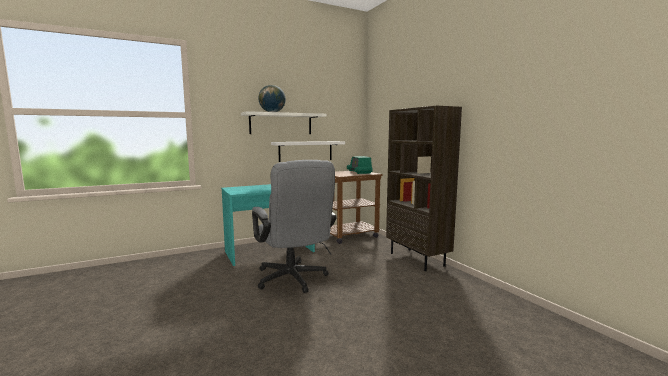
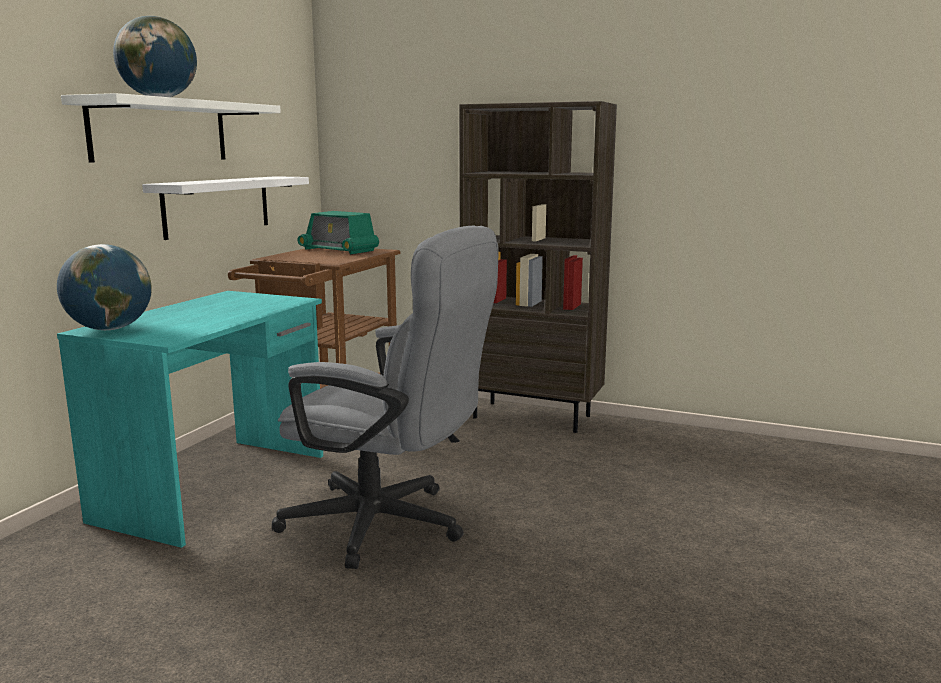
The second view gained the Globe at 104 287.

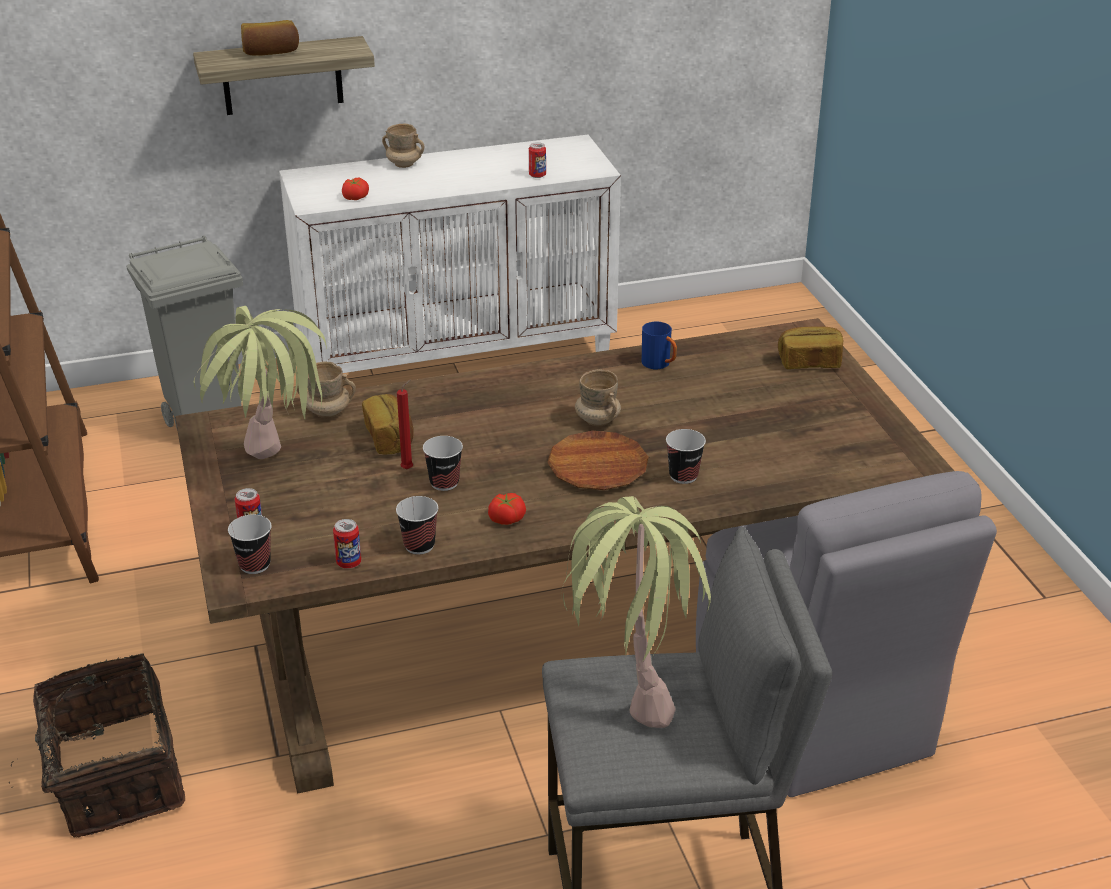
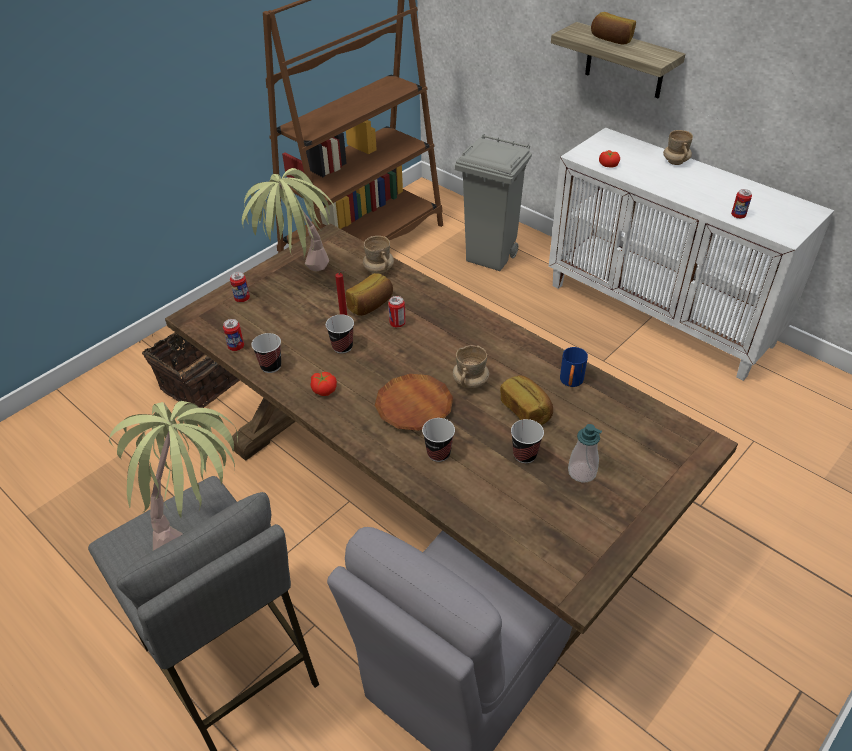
The second view gained the Can at 397 311. The second view gained the SoapDispenser at 585 453. The Cup ended up elsewhere, having gone from 250 544 to 527 441. The Bread ended up elsewhere, having gone from 810 347 to 526 400.

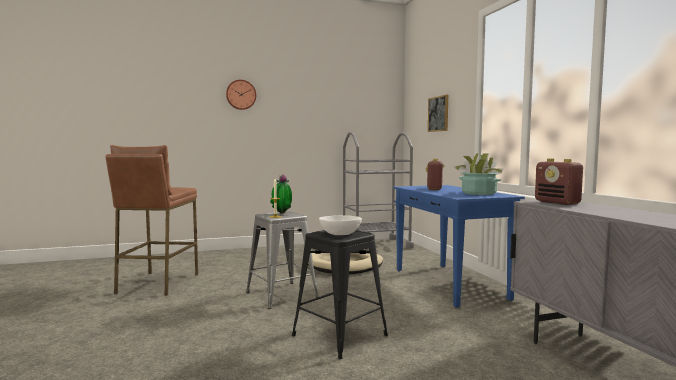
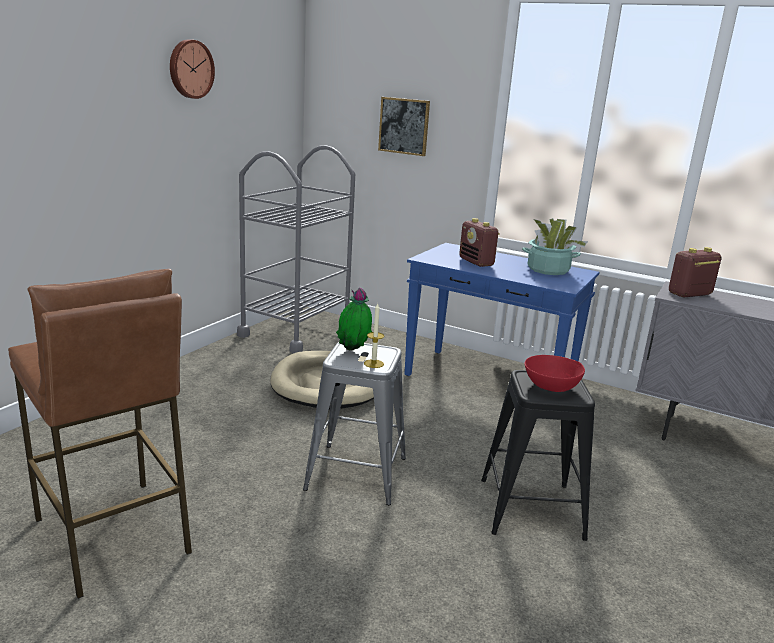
The WallClock ended up elsewhere, having gone from 241 95 to 192 69. What was the WhiteBowl at 340 225 turned into the RedBowl at 554 373. The Radio at 559 182 ended up facing another way, 135 degrees clockwise from before.

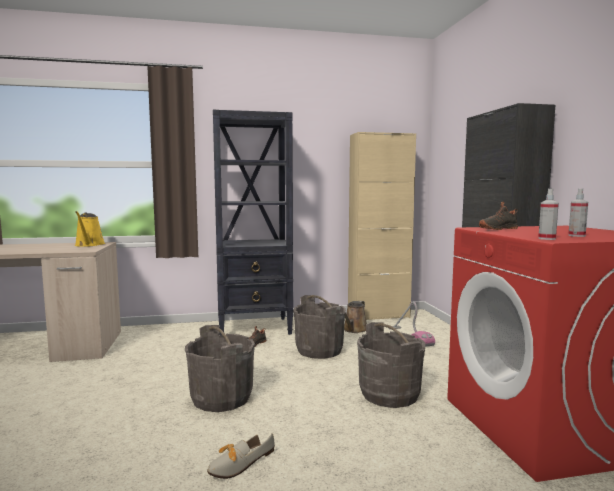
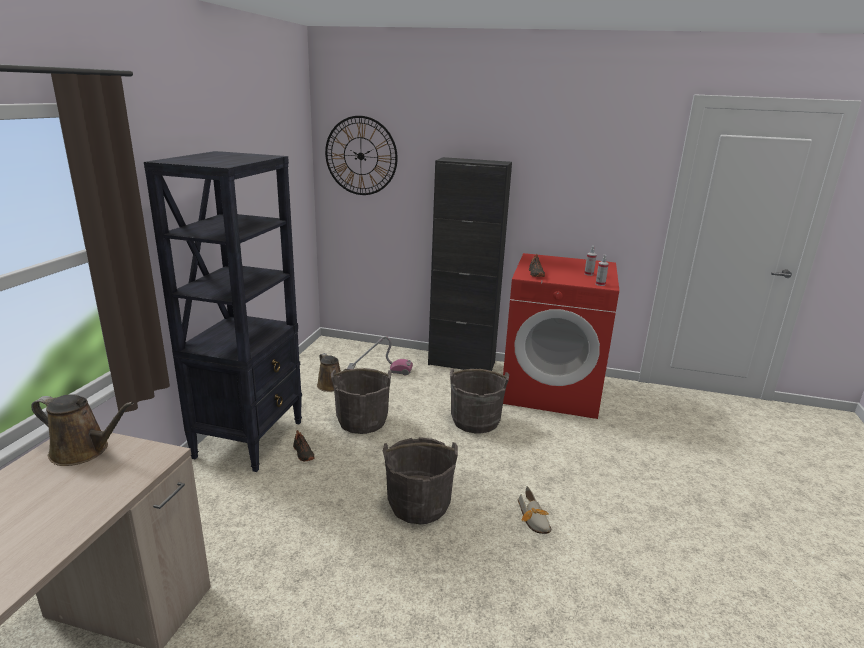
The second view lost the BeigeCabinet at 382 226. The second view gained the WallClock at 361 155. What was the YellowWateringCan at 90 229 turned into the BrownWateringCan at 82 430.

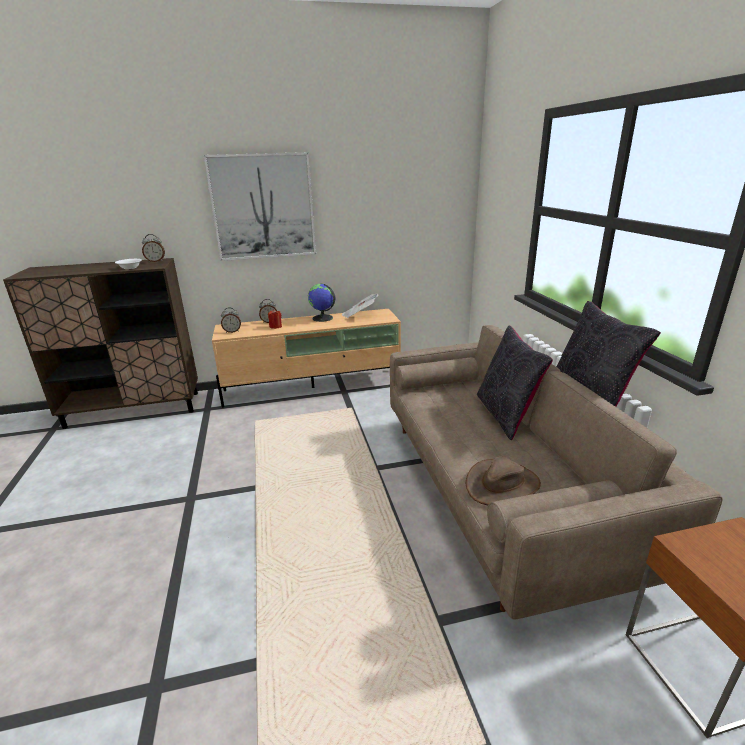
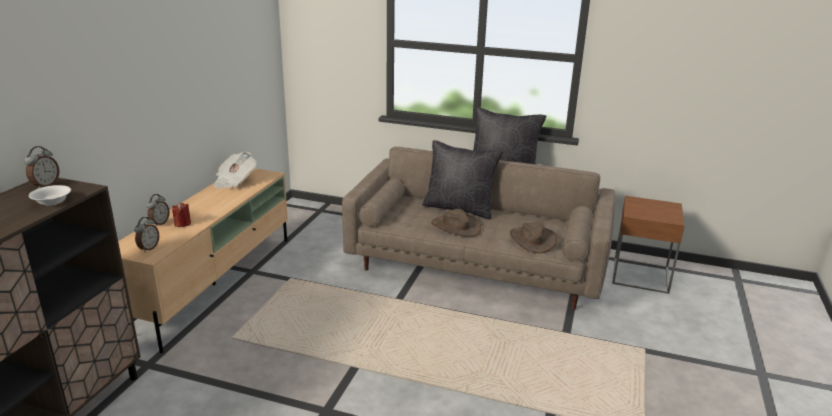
The second view lost the Picture at 260 206. The second view lost the Globe at 321 303. The second view gained the BrownHat at 456 223.

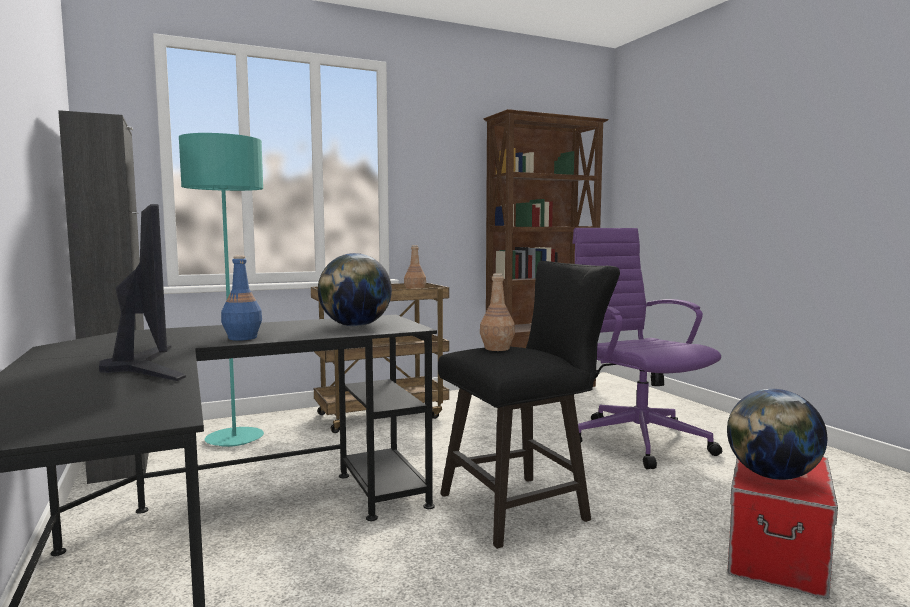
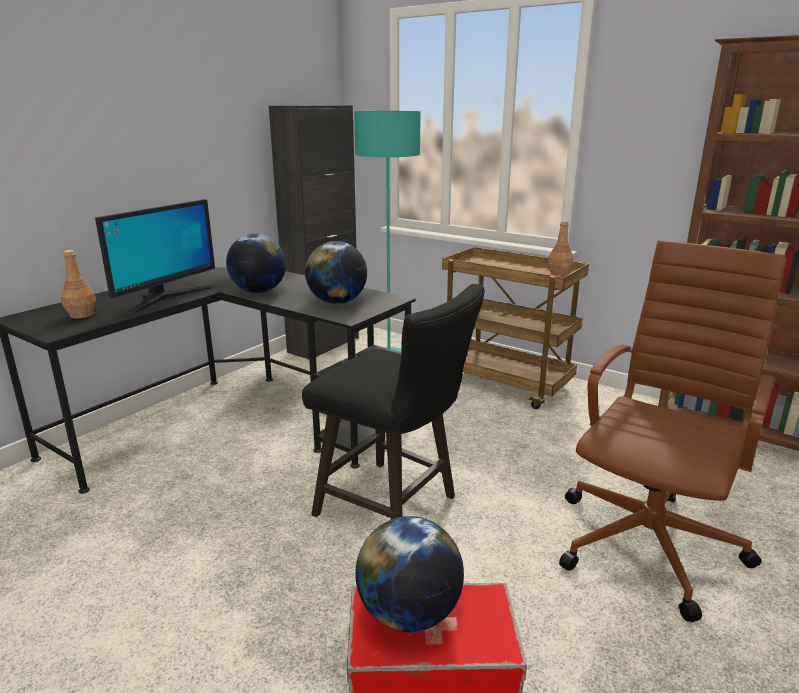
The BrownBottle ended up elsewhere, having gone from 497 312 to 78 284. Where the BlueBottle stood at 241 298, the Globe came to stand at 256 263. What was the PurpleOfficeChair at 647 348 turned into the BrownOfficeChair at 673 431.

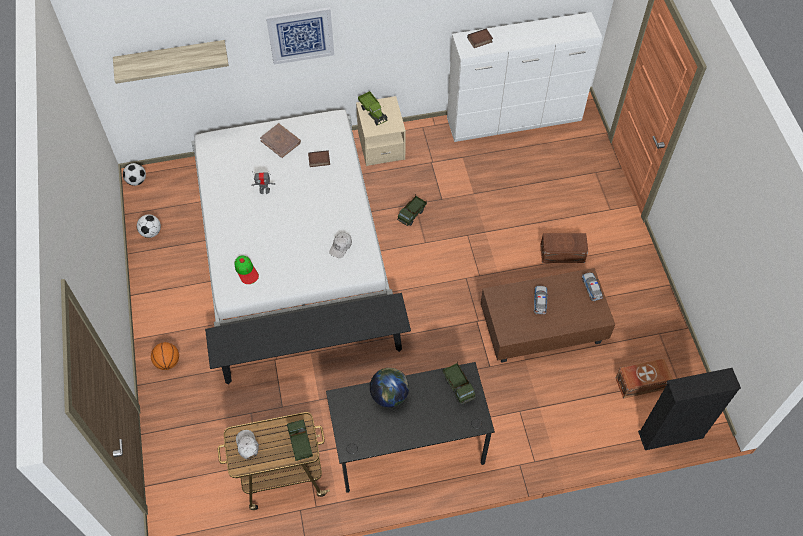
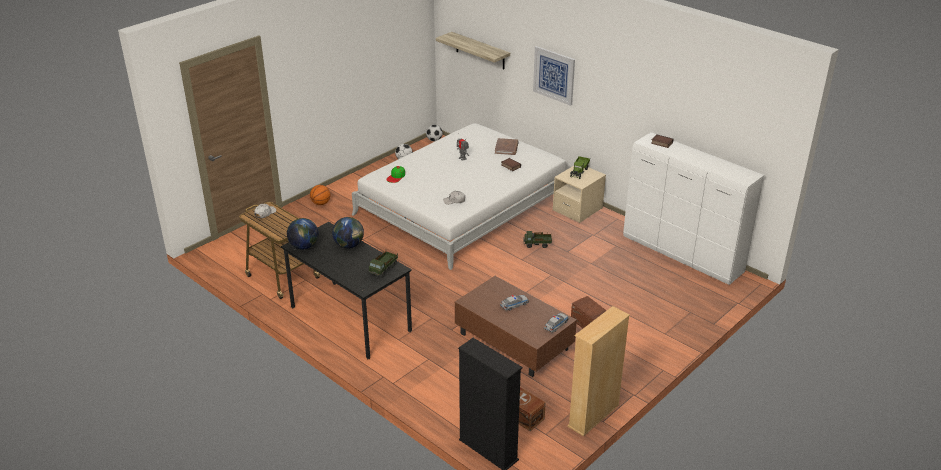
The second view lost the BlackBench at 308 338. The second view lost the ToyTruck at 299 440. The second view gained the Globe at 303 233. The second view gained the BeigeBookcase at 598 371.

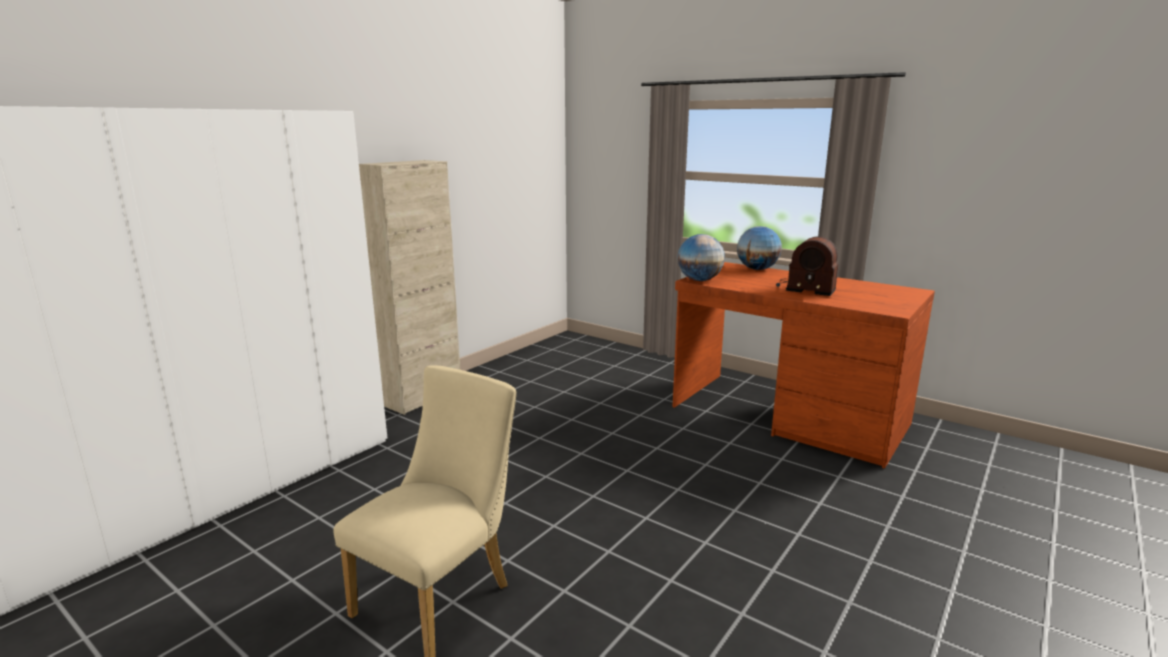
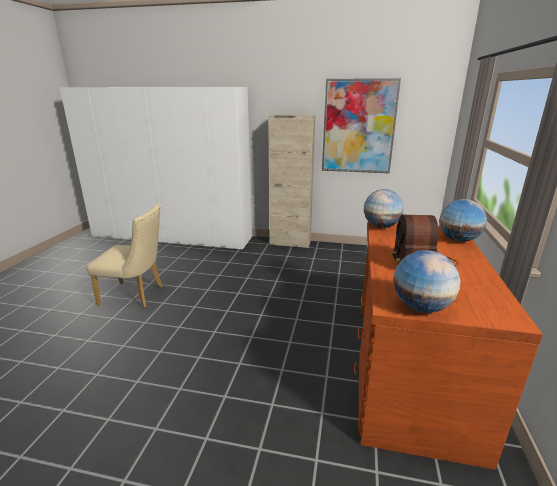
The second view gained the Picture at 361 125. The second view gained the Globe at 427 281.

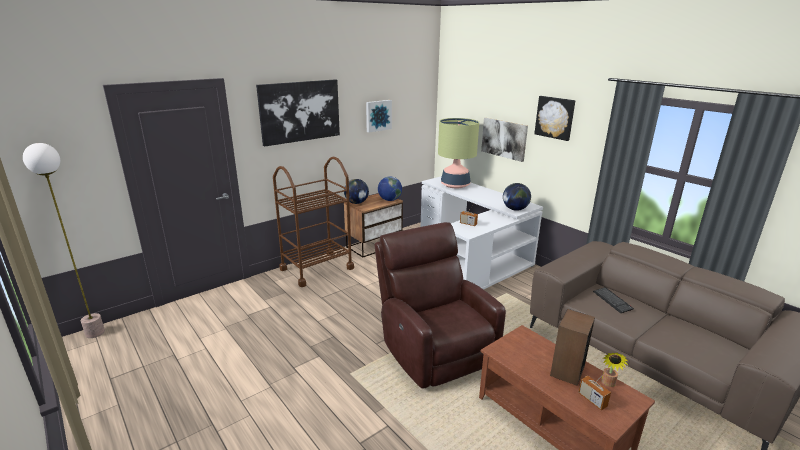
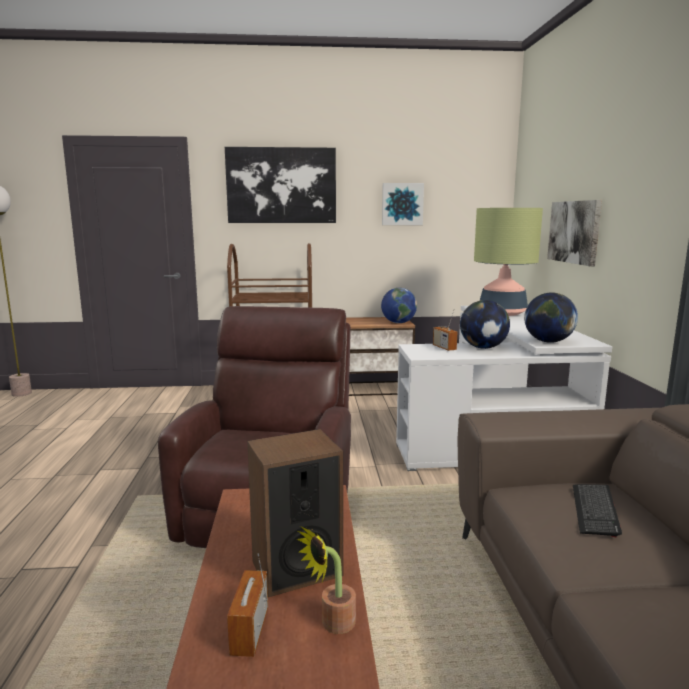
The second view lost the Picture at 555 118. The Globe ended up elsewhere, having gone from 356 191 to 485 324.

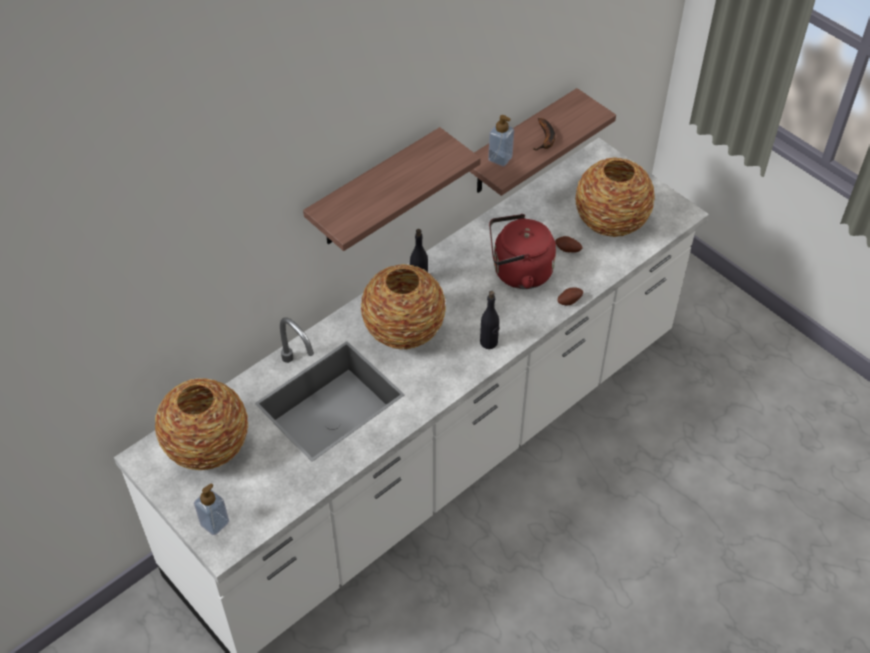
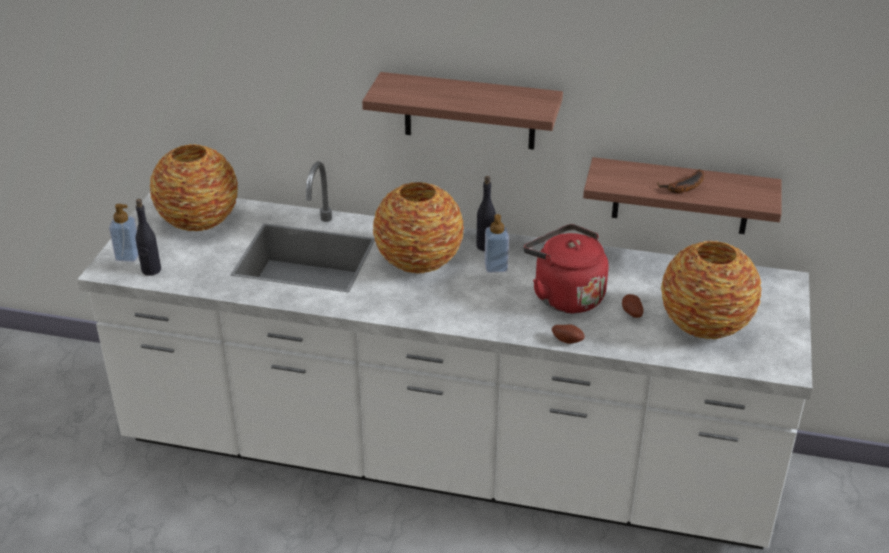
The BlackBottle ended up elsewhere, having gone from 489 320 to 148 237. The SoapDispenser ended up elsewhere, having gone from 501 140 to 496 243.

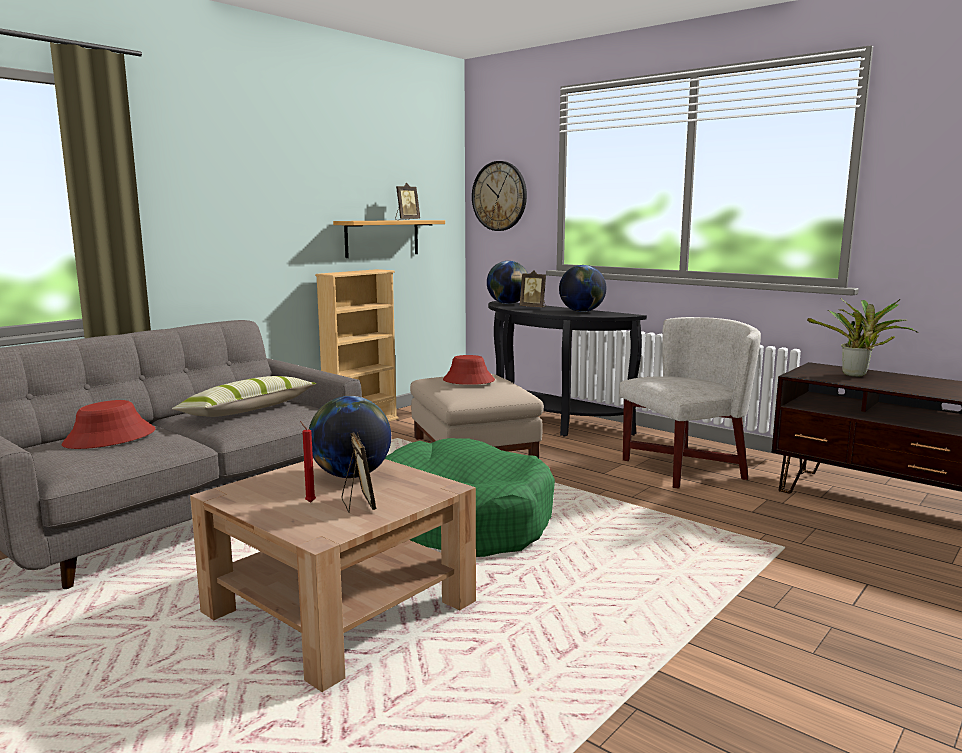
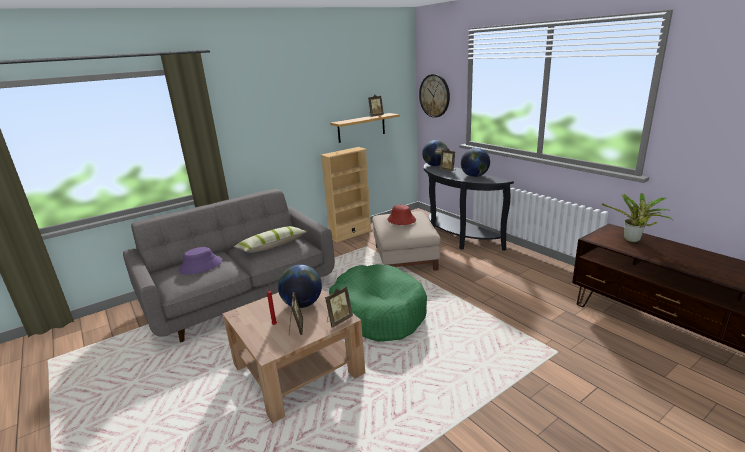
The second view lost the WhiteArmchair at 690 403. The second view gained the PictureFrame at 339 307. What was the RedHat at 108 424 turned into the PurpleHat at 200 260.

